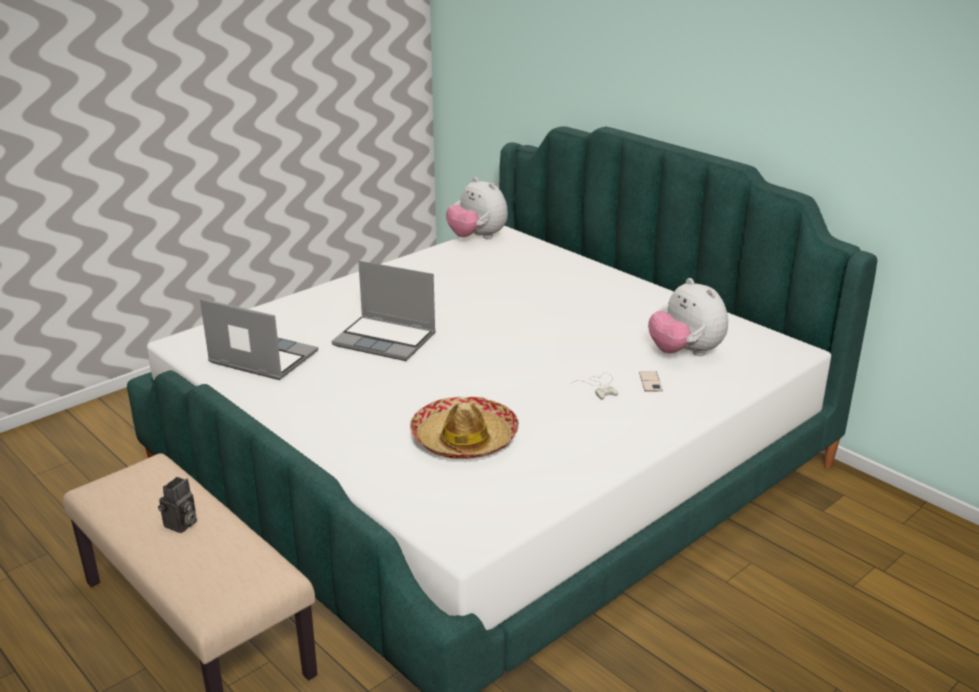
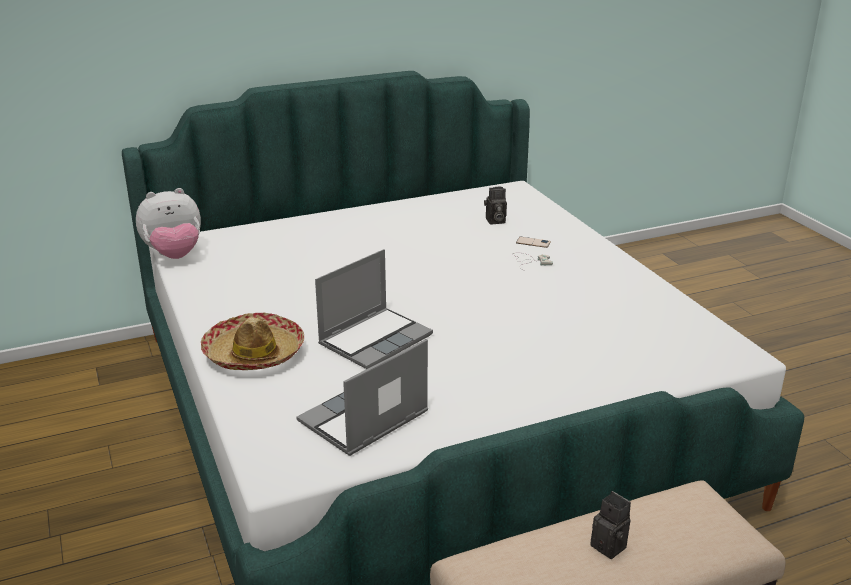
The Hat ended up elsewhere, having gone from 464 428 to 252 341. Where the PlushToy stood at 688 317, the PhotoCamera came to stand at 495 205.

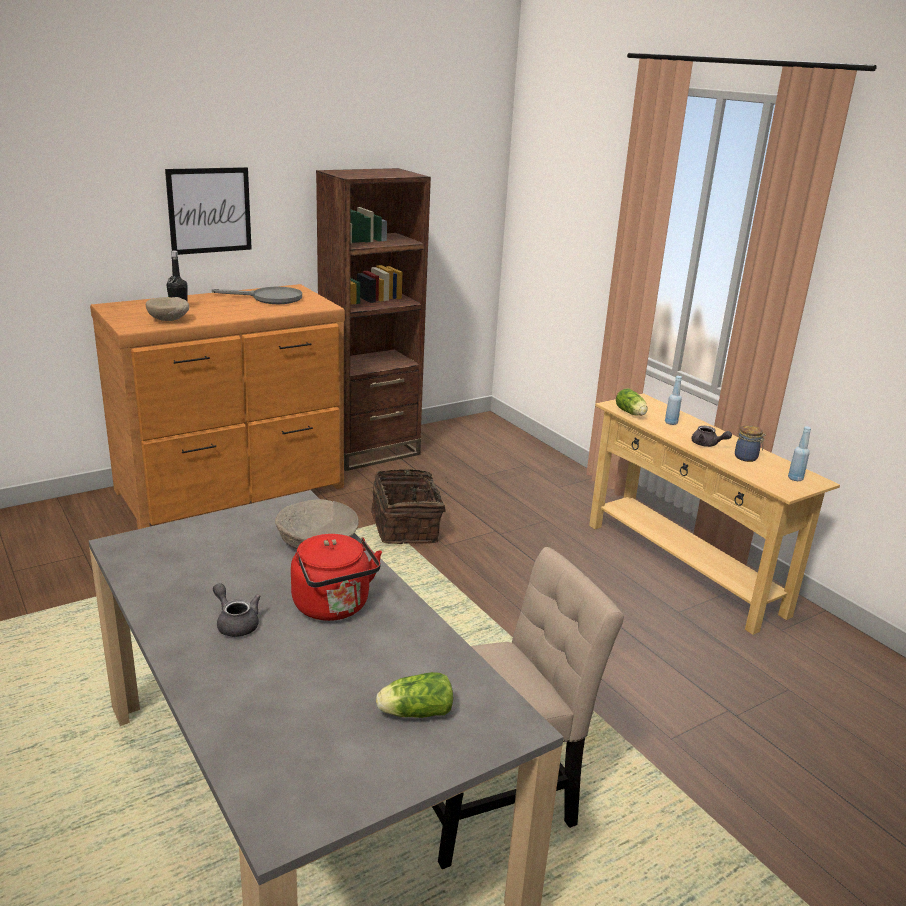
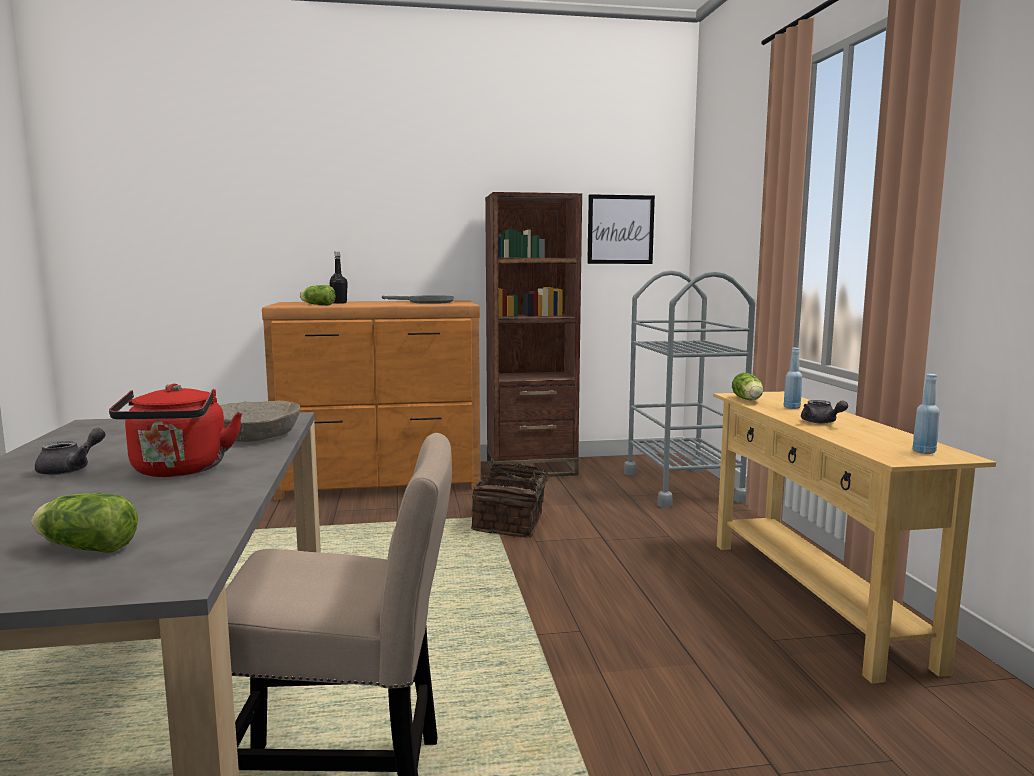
The second view lost the Jar at 750 443. The second view gained the GreyCart at 689 389. The Picture ended up elsewhere, having gone from 208 211 to 621 229. Where the BeigeBowl stood at 167 309, the Lettuce came to stand at 317 295. The GreyTeapot at 237 610 ended up facing another way, 45 degrees clockwise from before.

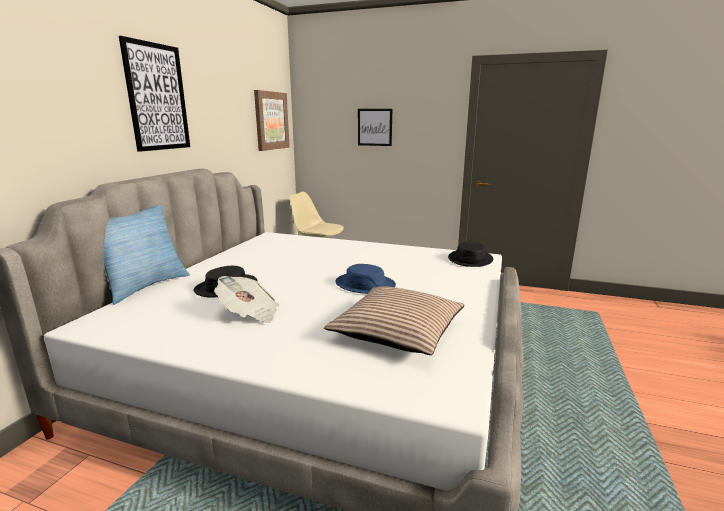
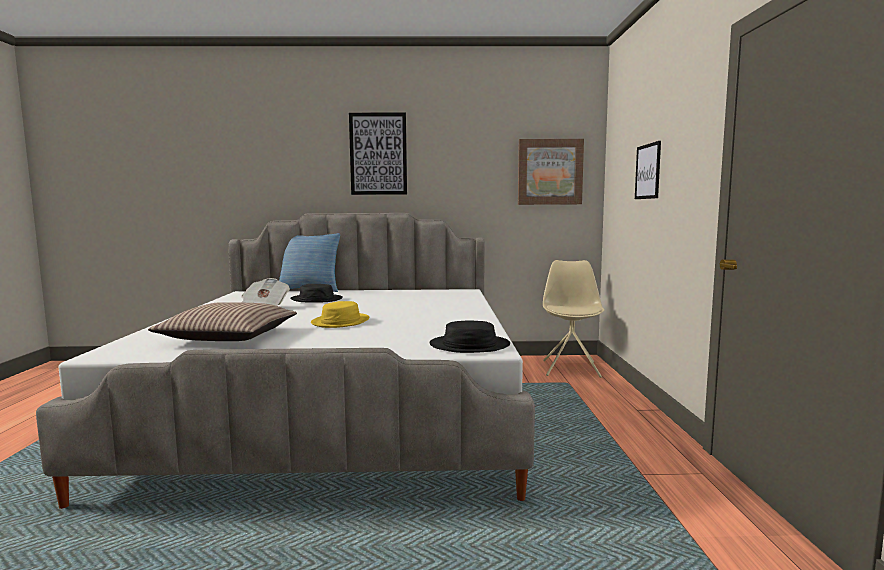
What was the BlueHat at 365 279 turned into the YellowHat at 340 314.

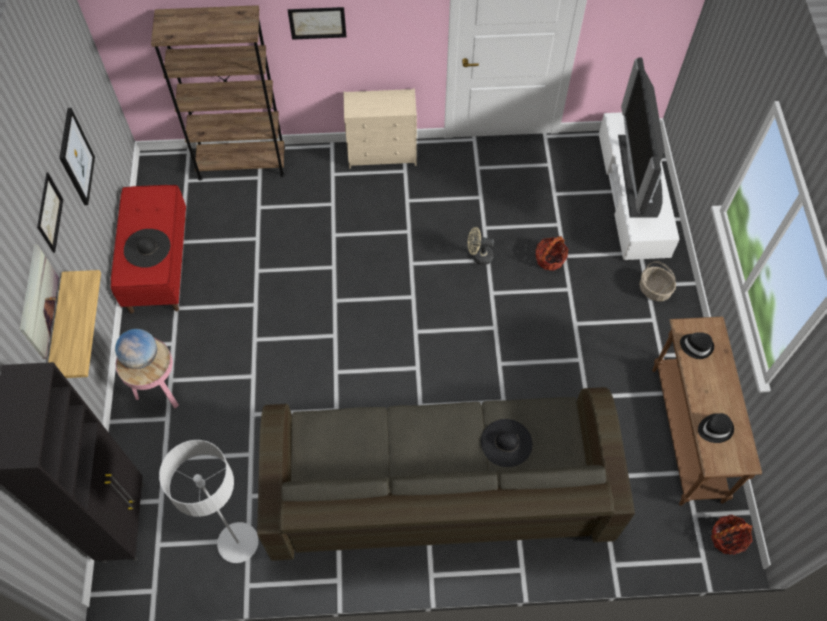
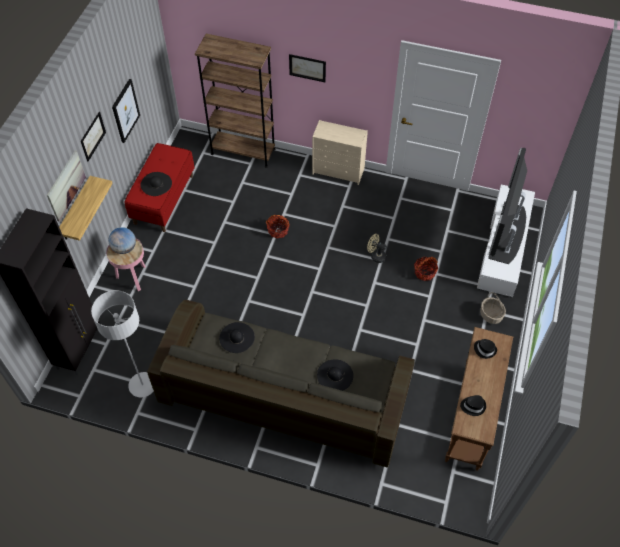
The second view gained the BlackHat at 237 337. The Basket ended up elsewhere, having gone from 731 534 to 278 226.

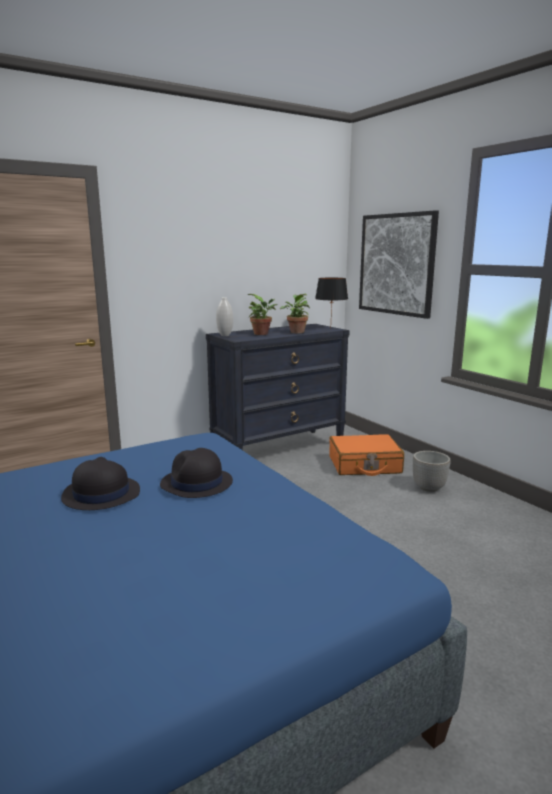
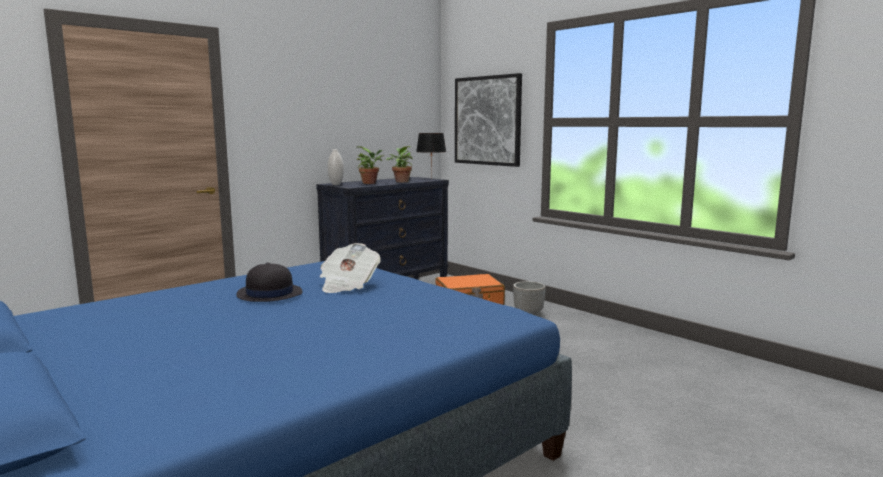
Where the BlackHat stood at 196 473, the Newspaper came to stand at 350 268.

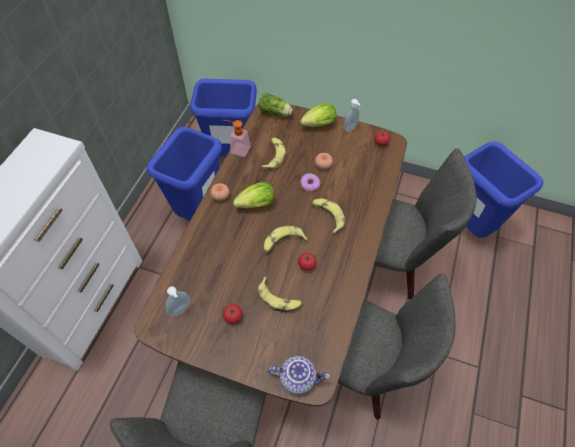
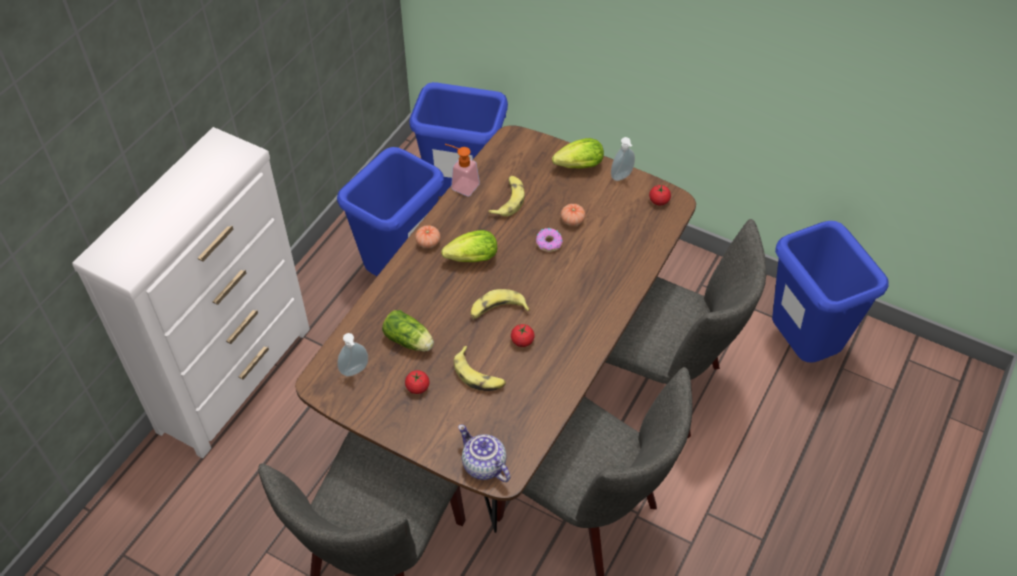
The second view lost the Banana at 328 216. The Lettuce ended up elsewhere, having gone from 276 105 to 408 331. The Teapot at 299 375 ended up facing another way, 150 degrees counterclockwise from before.

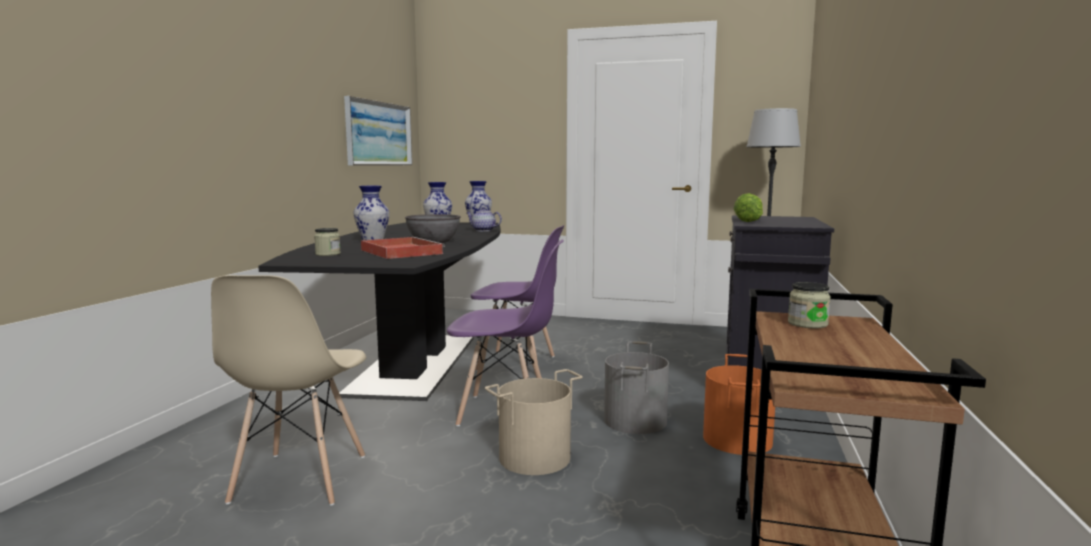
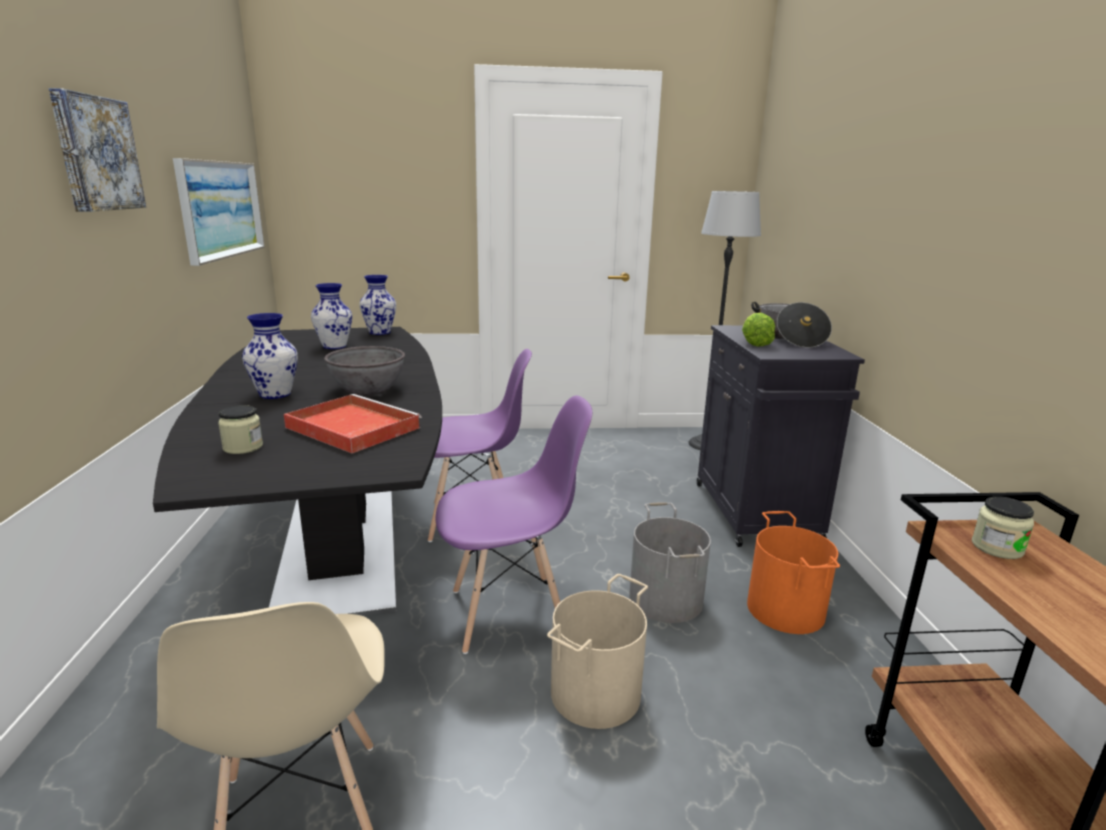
The second view lost the Teapot at 484 219. The second view gained the Picture at 97 150. The second view gained the CookingPot at 791 325.

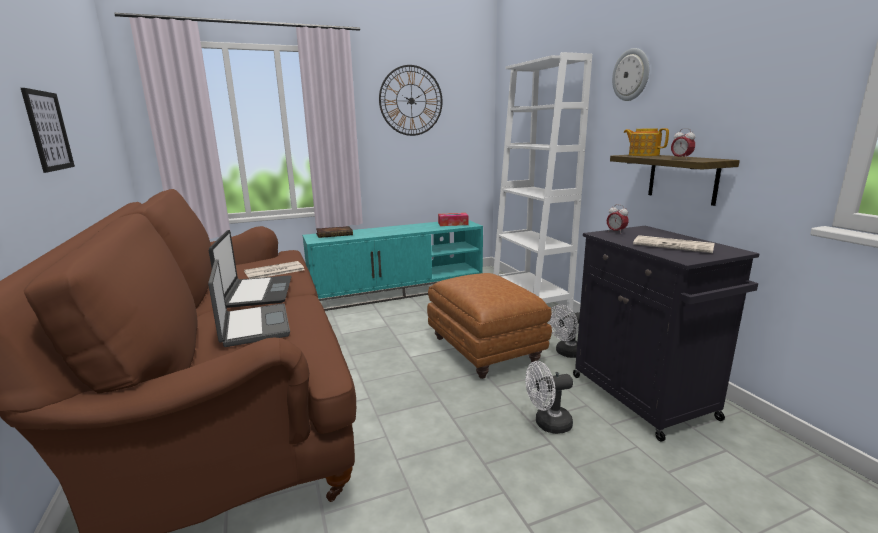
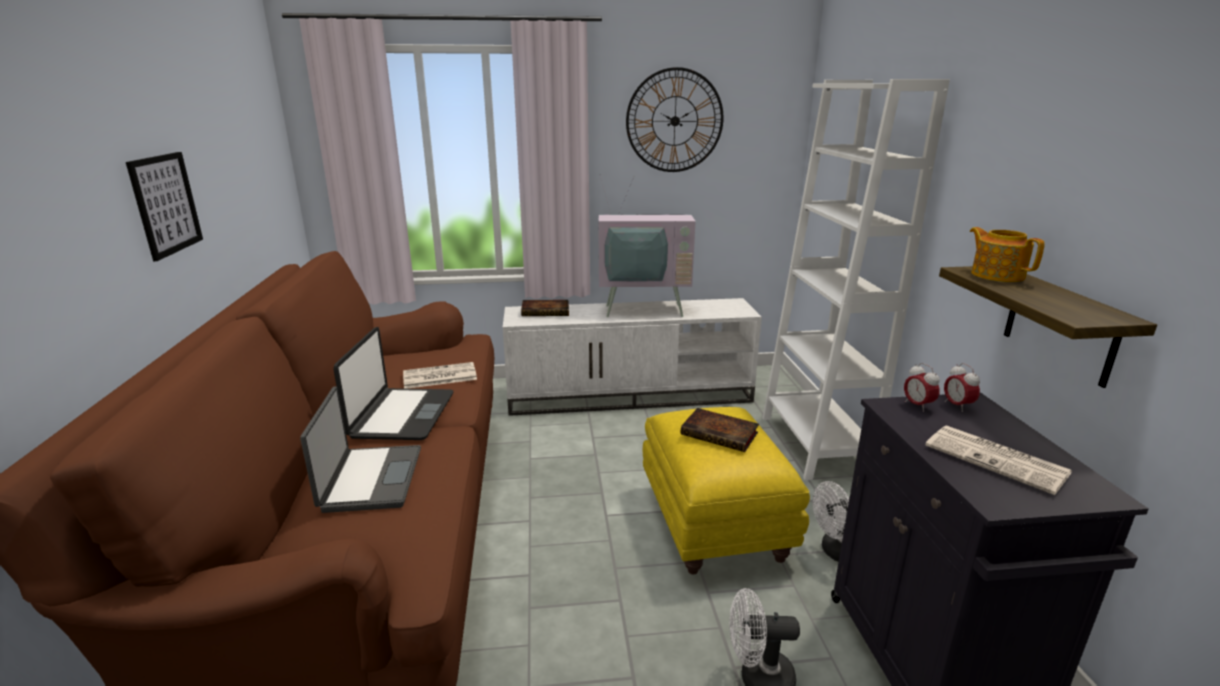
The second view lost the TissueBox at 453 219. The second view lost the WallClock at 630 74. The second view gained the Television at 647 245. The second view gained the Book at 720 430. The AlarmClock ended up elsewhere, having gone from 683 144 to 962 387. What was the TurquoiseTvStand at 392 265 turned into the WhiteTvStand at 632 357. What was the BrownOttoman at 489 326 turned into the YellowOttoman at 726 490.

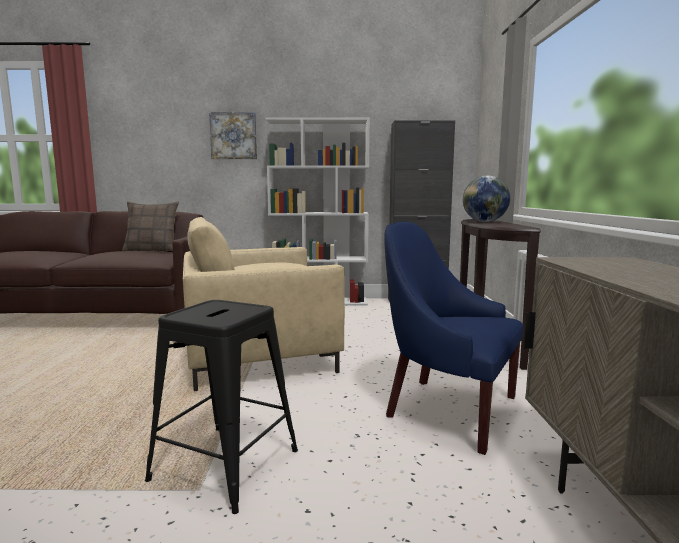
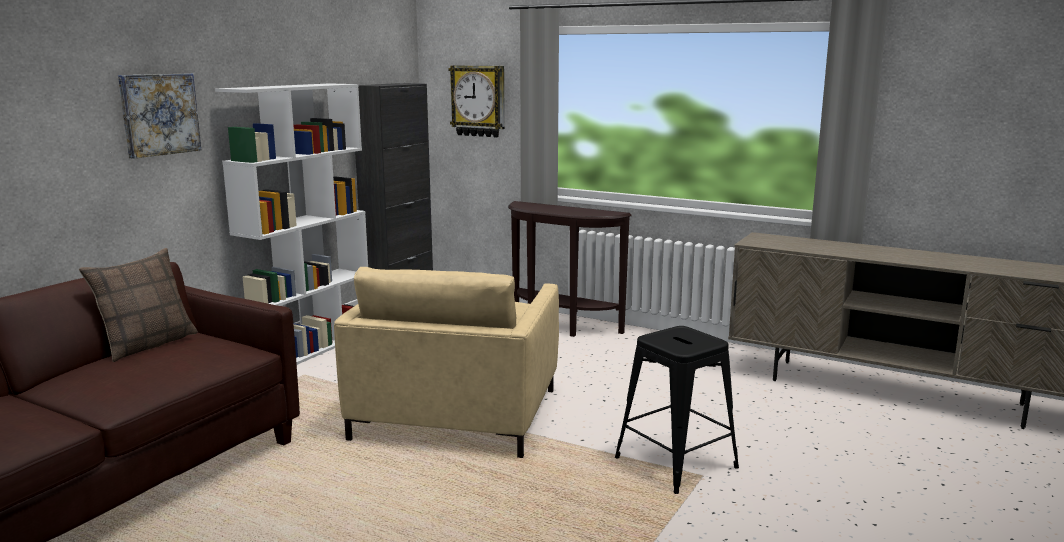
The second view lost the BlueArmchair at 454 338. The second view lost the Globe at 486 199. The second view gained the WallClock at 477 101.

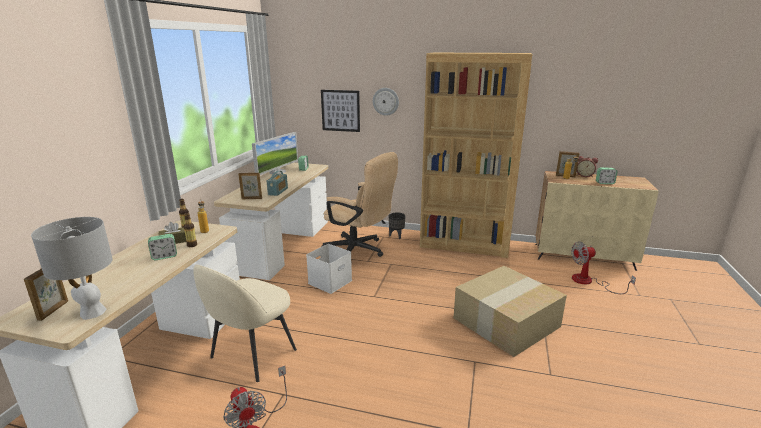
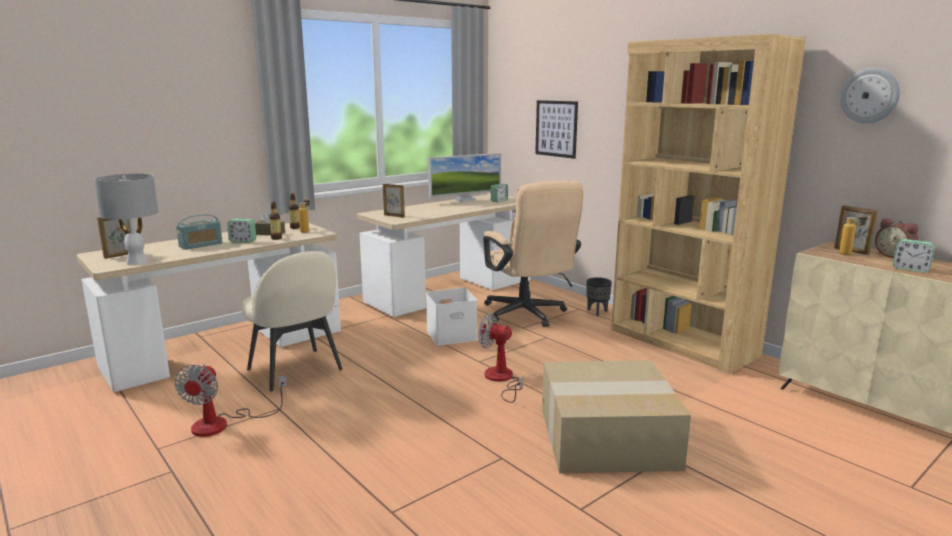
The Radio ended up elsewhere, having gone from 277 183 to 199 232. The WallClock ended up elsewhere, having gone from 386 102 to 870 96. The Fan ended up elsewhere, having gone from 603 267 to 500 358. The BeigeChair at 245 323 ended up facing another way, 105 degrees counterclockwise from before.

